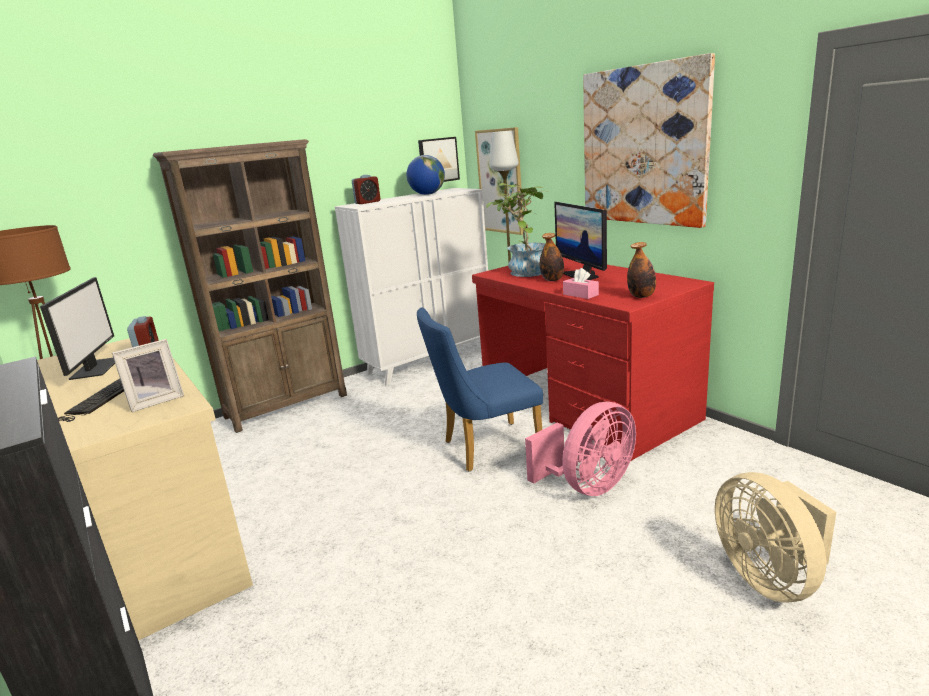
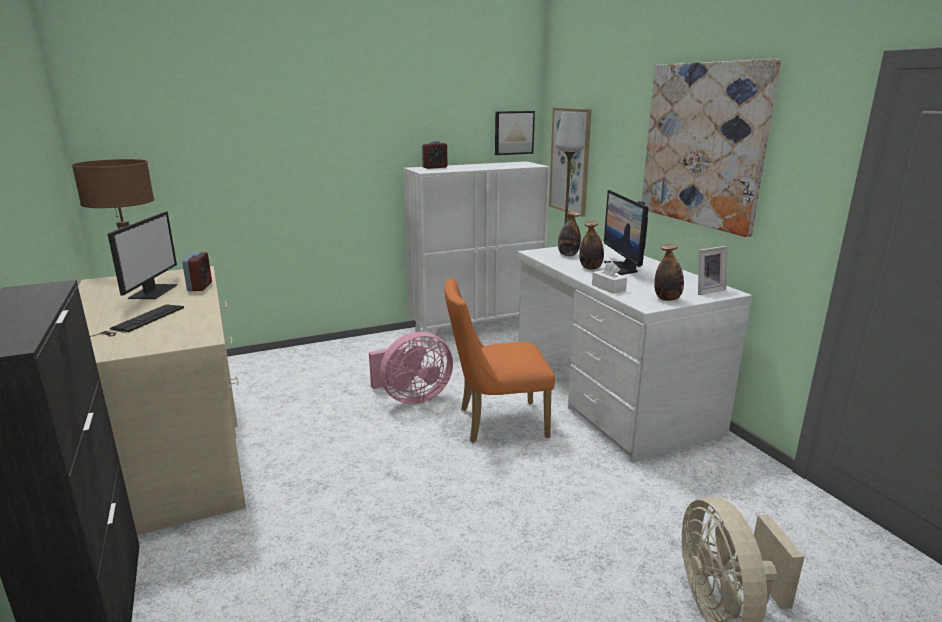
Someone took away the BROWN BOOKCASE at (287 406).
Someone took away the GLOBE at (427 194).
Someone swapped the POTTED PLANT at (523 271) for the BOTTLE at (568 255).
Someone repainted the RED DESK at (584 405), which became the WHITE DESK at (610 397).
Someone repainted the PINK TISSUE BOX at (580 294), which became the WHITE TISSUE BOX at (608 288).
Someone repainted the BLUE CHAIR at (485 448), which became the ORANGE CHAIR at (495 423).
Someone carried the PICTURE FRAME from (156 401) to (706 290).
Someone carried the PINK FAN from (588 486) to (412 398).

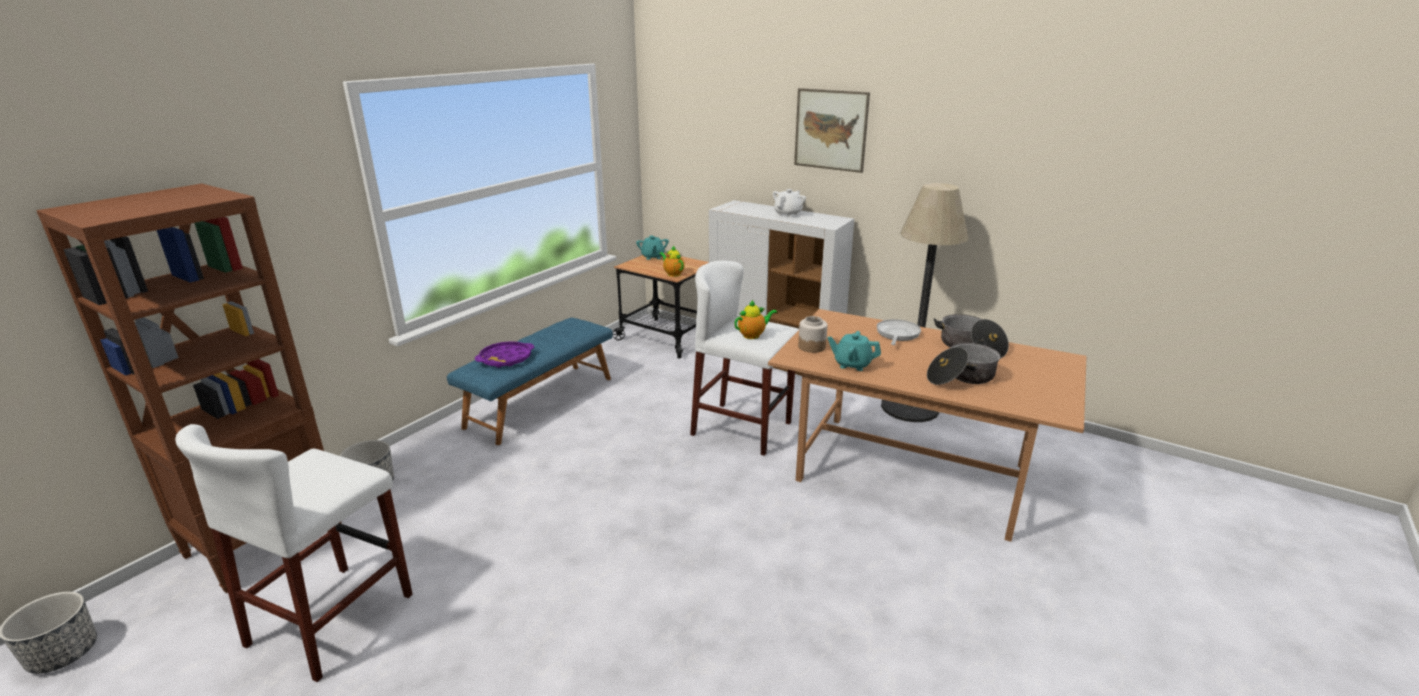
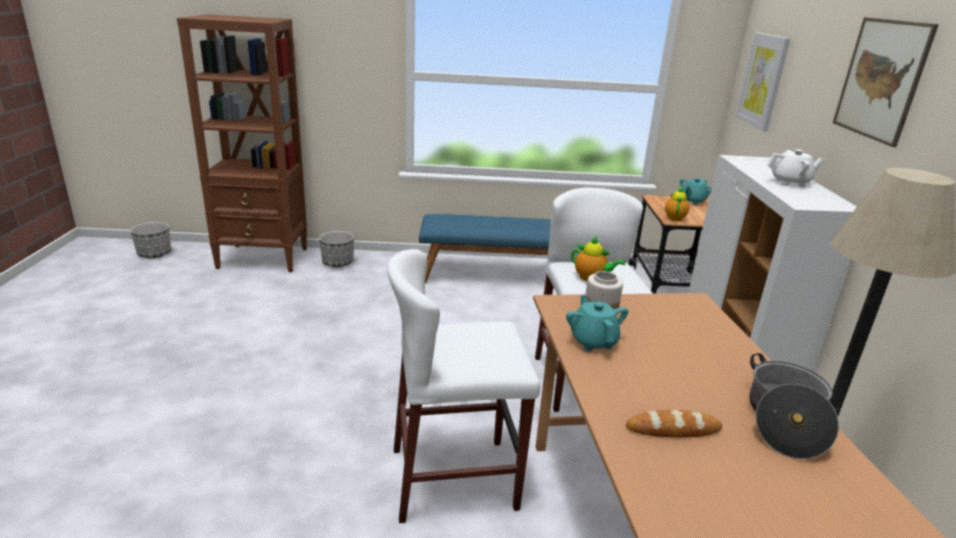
Someone took away the FRYING PAN at (897 334).
Someone swapped the COOKING POT at (961 377) for the BREAD at (673 429).
Someone took away the PURPLE TRAY at (506 358).
Someone carried the WHITE STOOL from (332 619) to (454 478).
Someone put up the PICTURE at (763 80).

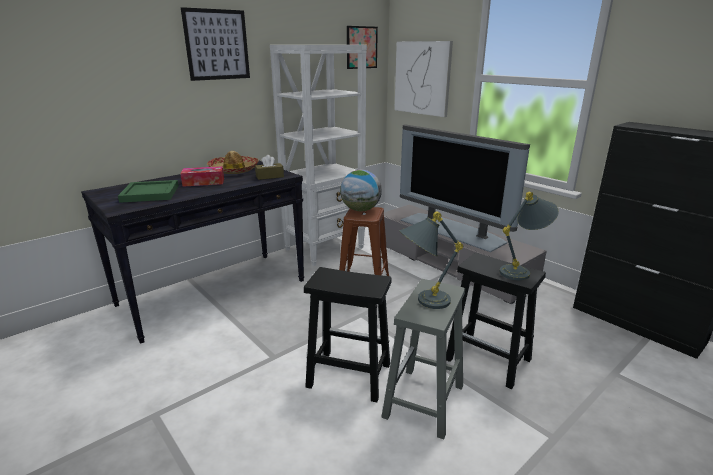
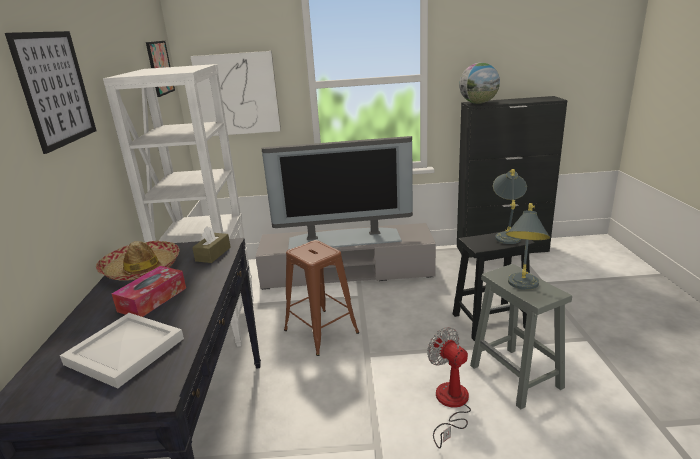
Someone carried the GLOBE from (360 210) to (478 103).
Someone repainted the GREEN TRAY at (149 194), which became the WHITE TRAY at (125 352).
Someone swapped the BLACK STOOL at (347 375) for the FAN at (450 404).

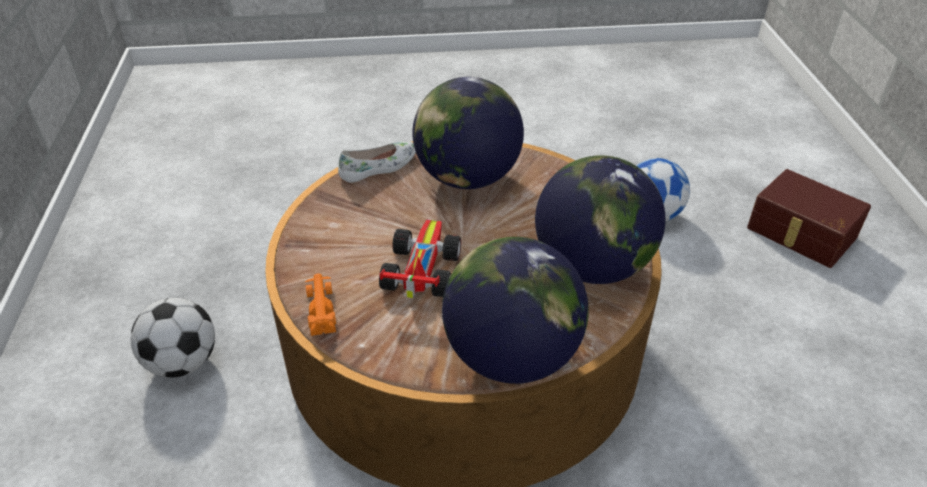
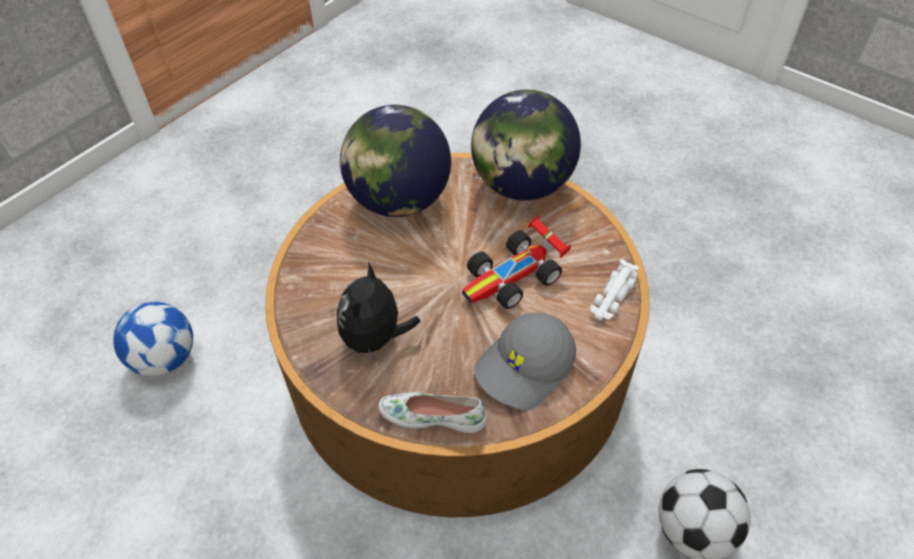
Someone swapped the GLOBE at (467 178) for the PLUSH TOY at (375 339).
Someone took away the BROWN STORAGE BOX at (800 233).
Someone repainted the ORANGE TOY CAR at (321 307), which became the WHITE TOY CAR at (612 297).
Someone put down the GREY CAP at (525 368).

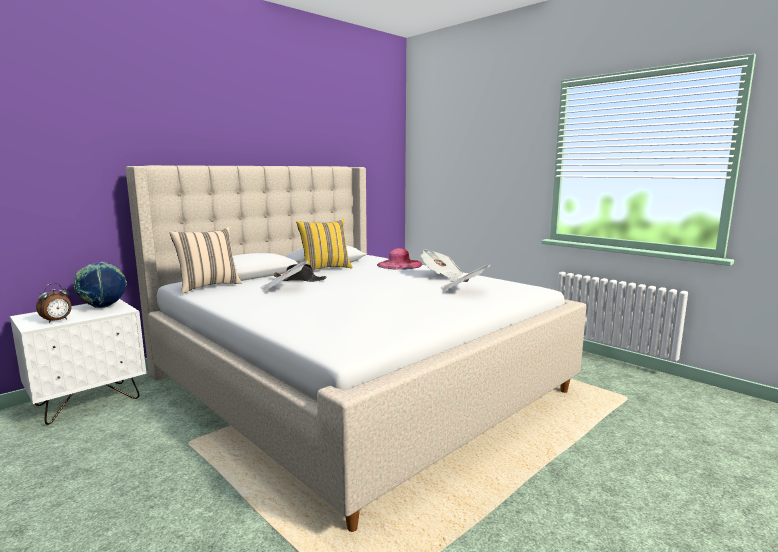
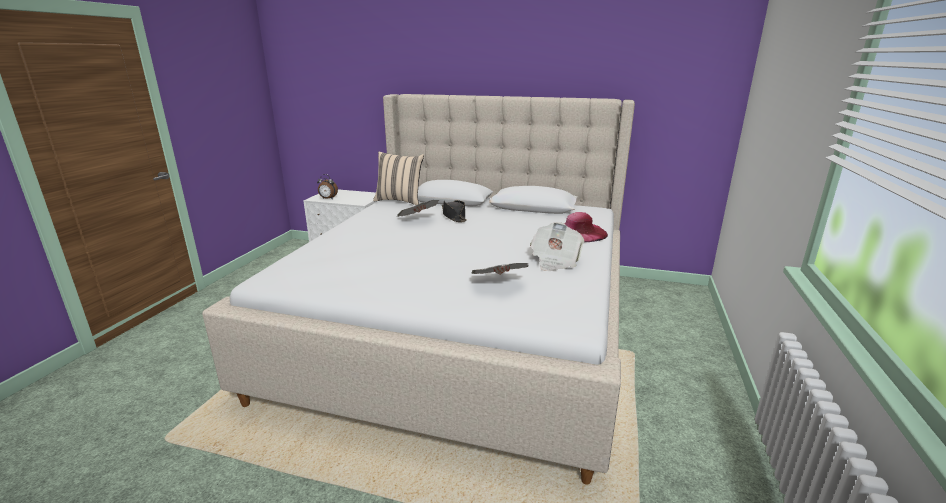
Someone took away the YELLOW PILLOW at (325 269).
Someone took away the GLOBE at (103 307).

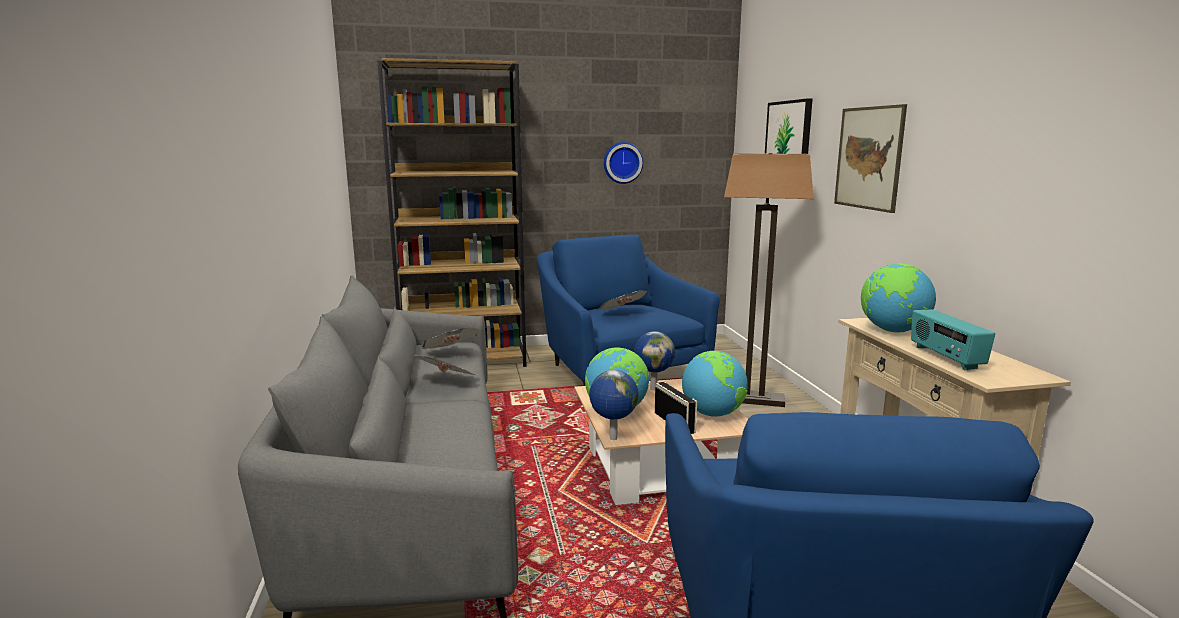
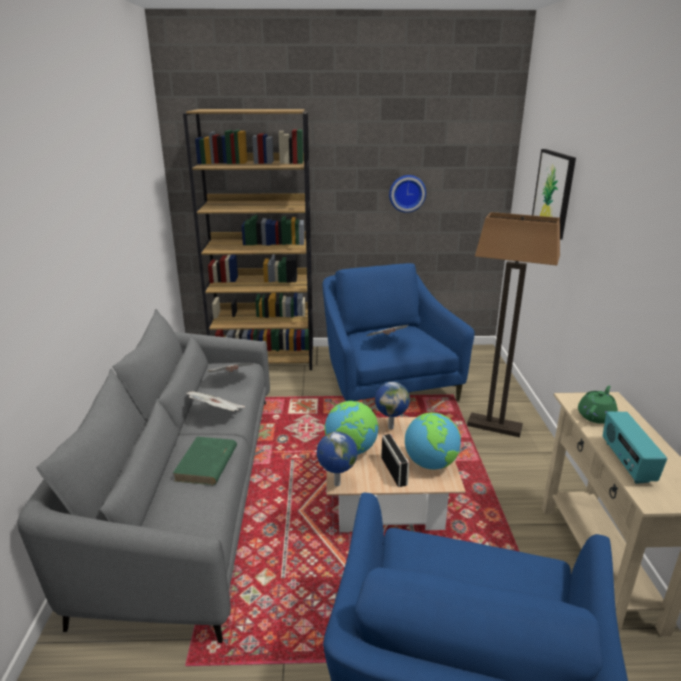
Someone took away the PICTURE at (868 158).
Someone swapped the GLOBE at (893 331) for the GREEN TEAPOT at (596 416).
Someone put down the GREEN BOOK at (206 464).

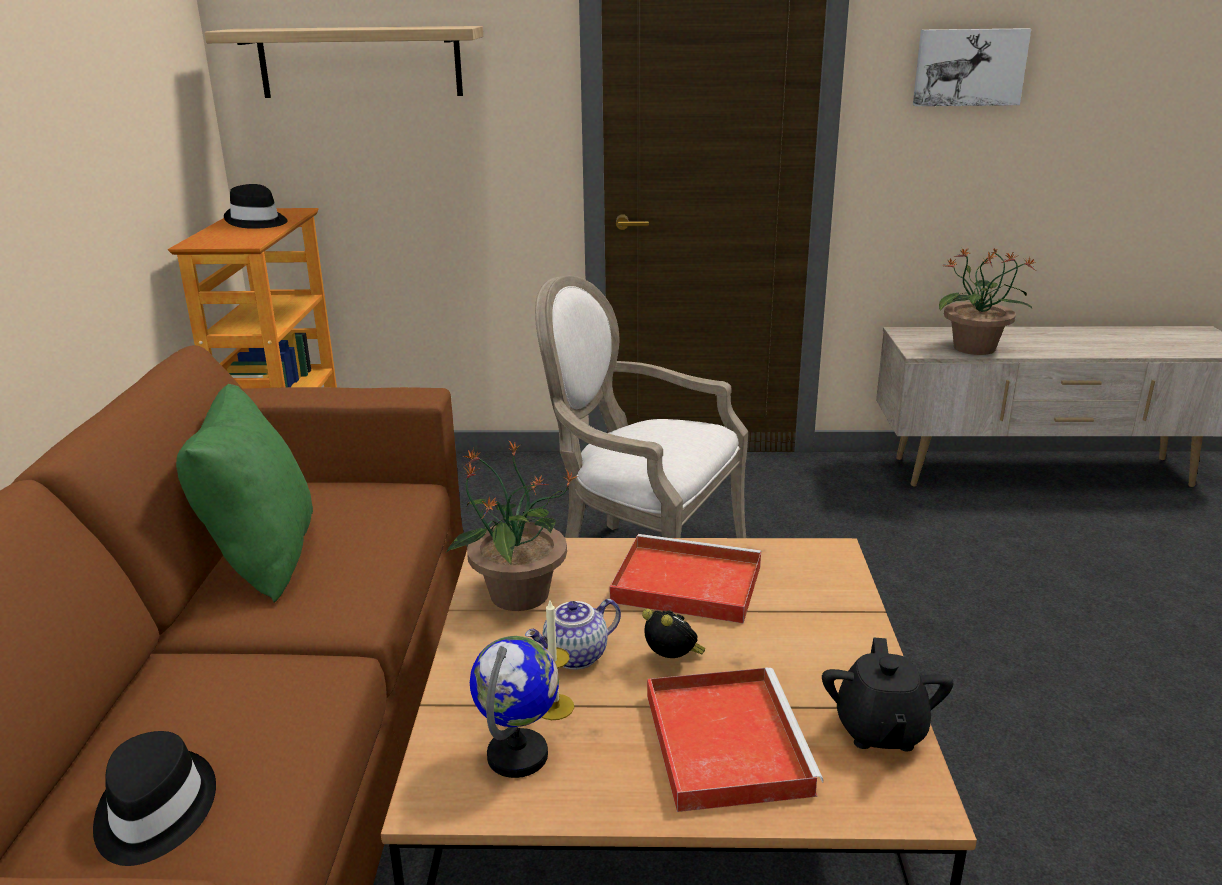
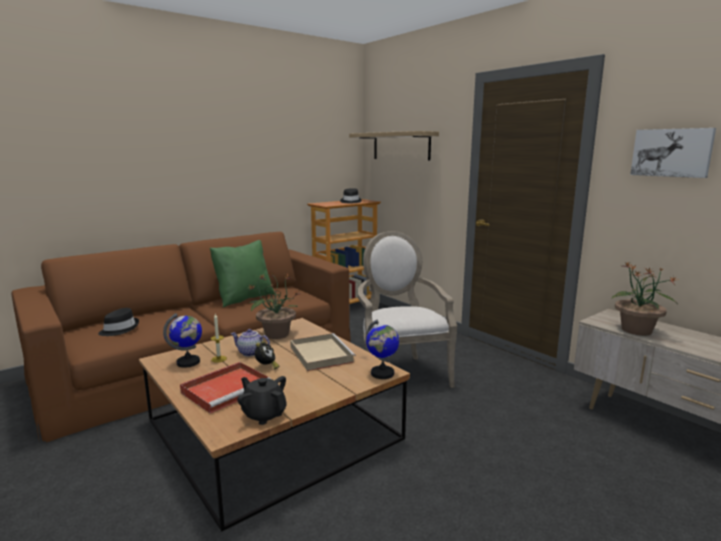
Someone repainted the RED TRAY at (683 584), which became the BEIGE TRAY at (320 354).
Someone rotated the BLACK TEAPOT at (880 730) by 75 degrees clockwise.
Someone put down the GLOBE at (382 374).

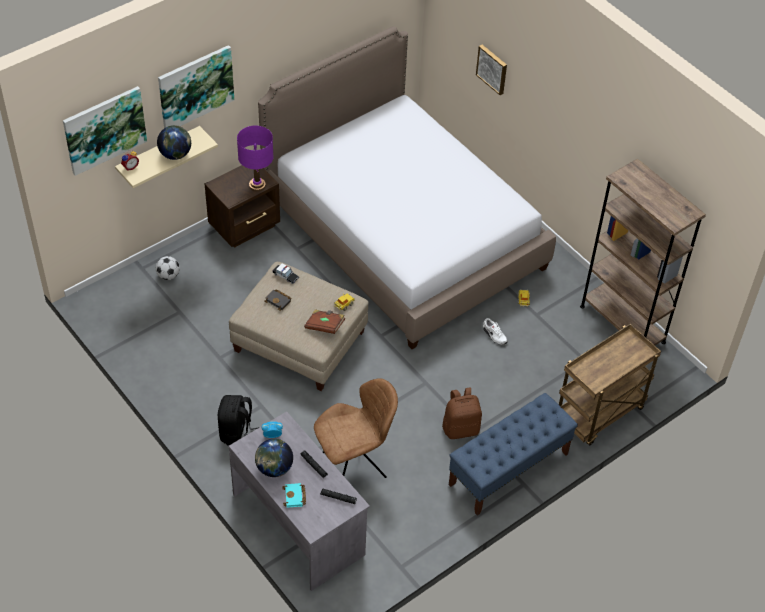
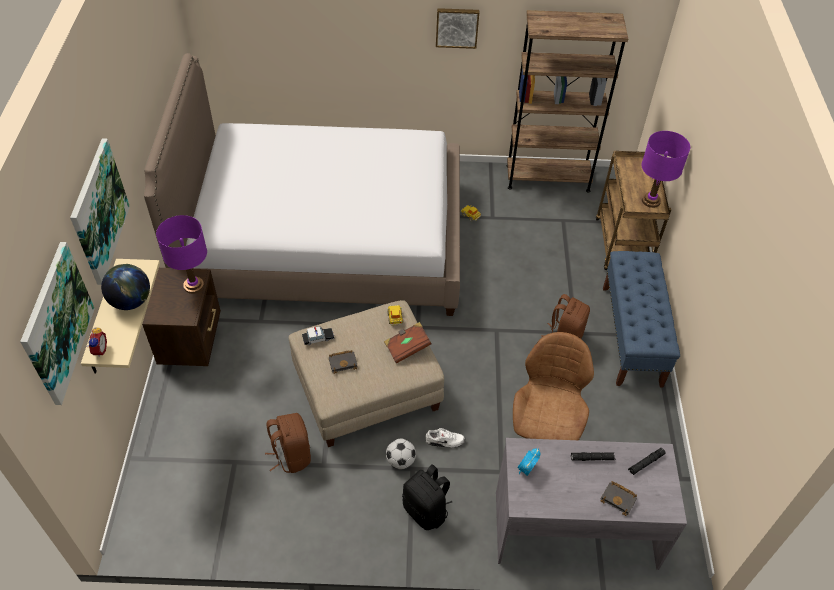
Someone carried the PICTURE from (492 69) to (457 27).
Someone carried the FOOTBALL from (168 275) to (400 461).
Someone carried the WHITE SHOE from (494 335) to (445 441).
Someone took away the GLOBE at (274 468).
Someone repainted the TURQUOISE BOOK at (295 497), which became the BLACK BOOK at (619 499).
Someone put down the PURPLE TABLE LAMP at (651 201).
Someone put down the BROWN BACKPACK at (291 455).

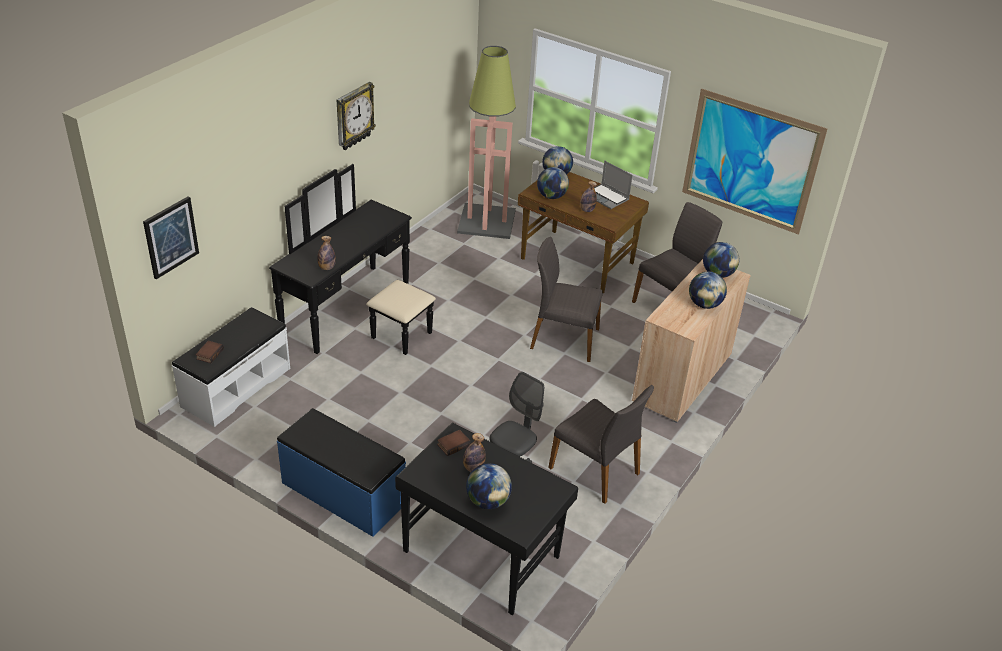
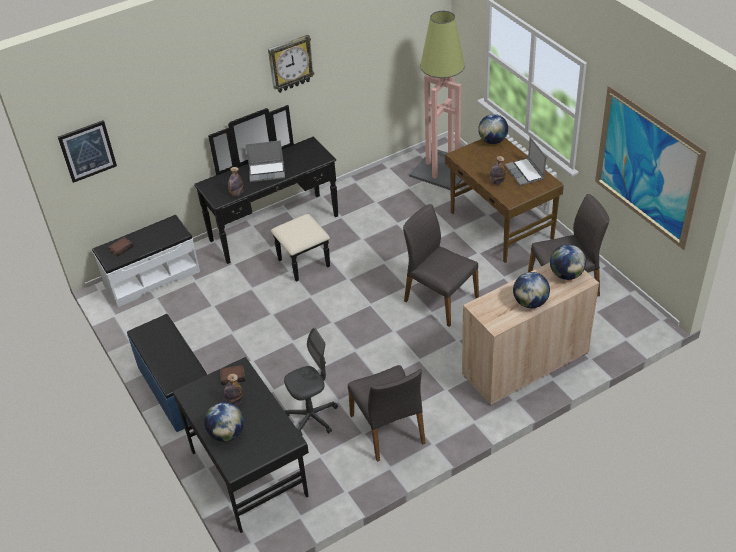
Someone took away the GLOBE at (551 196).
Someone put down the LAPTOP at (267 172).

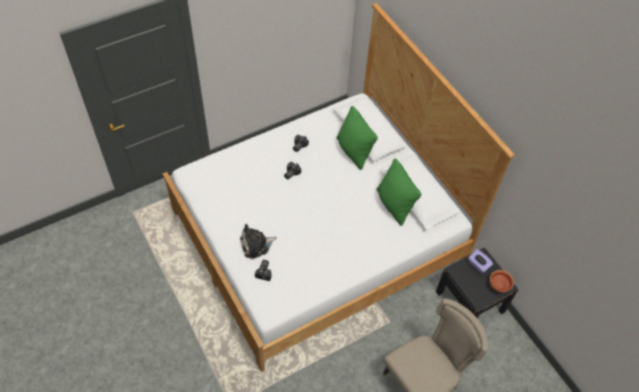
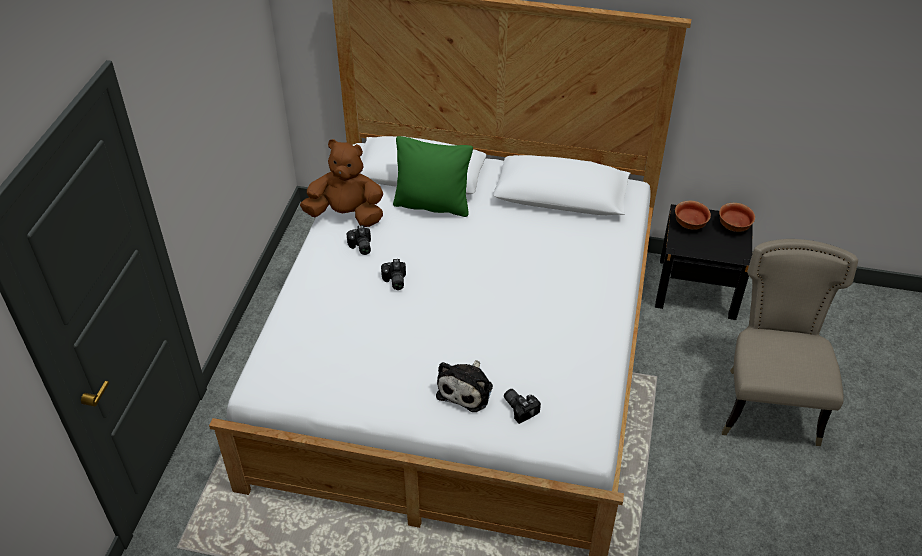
Someone took away the GREEN PILLOW at (394 205).
Someone swapped the PURPLE TISSUE BOX at (478 265) for the BOWL at (690 224).
Someone put down the BROWN PLUSH TOY at (346 215).

